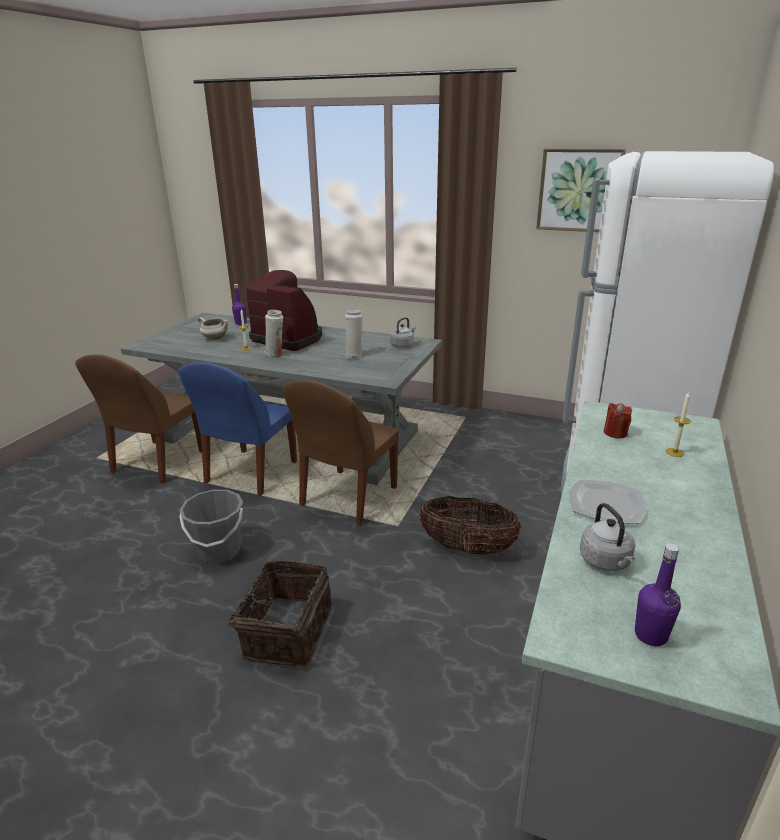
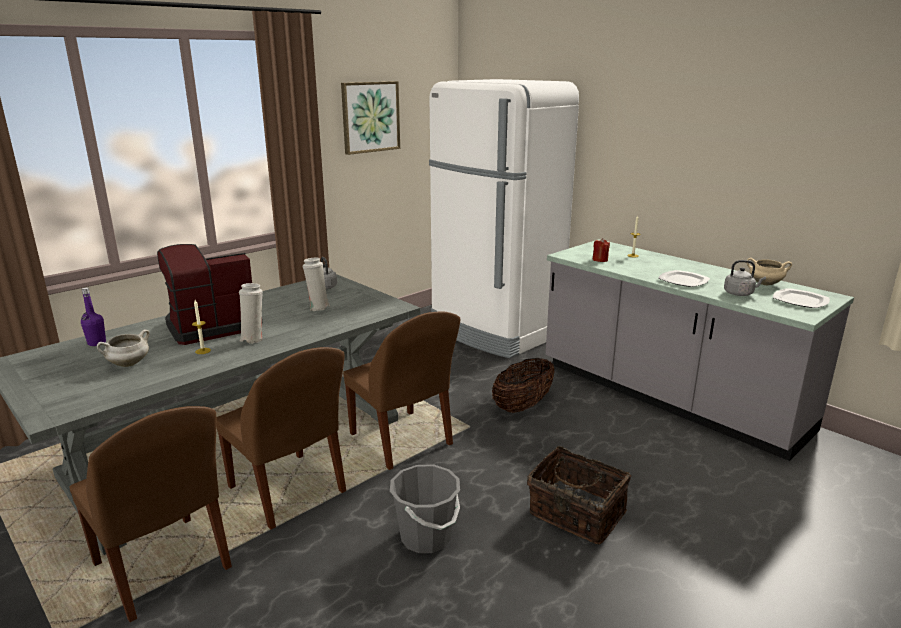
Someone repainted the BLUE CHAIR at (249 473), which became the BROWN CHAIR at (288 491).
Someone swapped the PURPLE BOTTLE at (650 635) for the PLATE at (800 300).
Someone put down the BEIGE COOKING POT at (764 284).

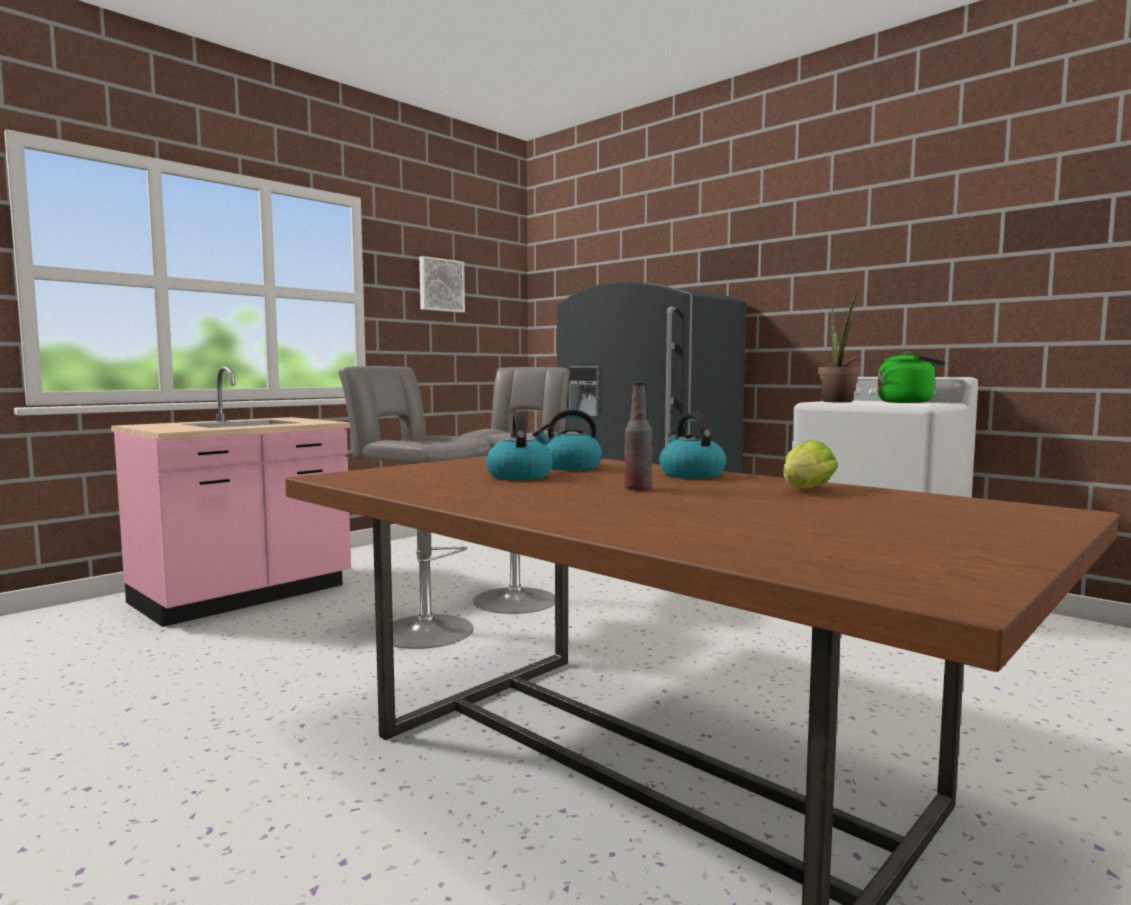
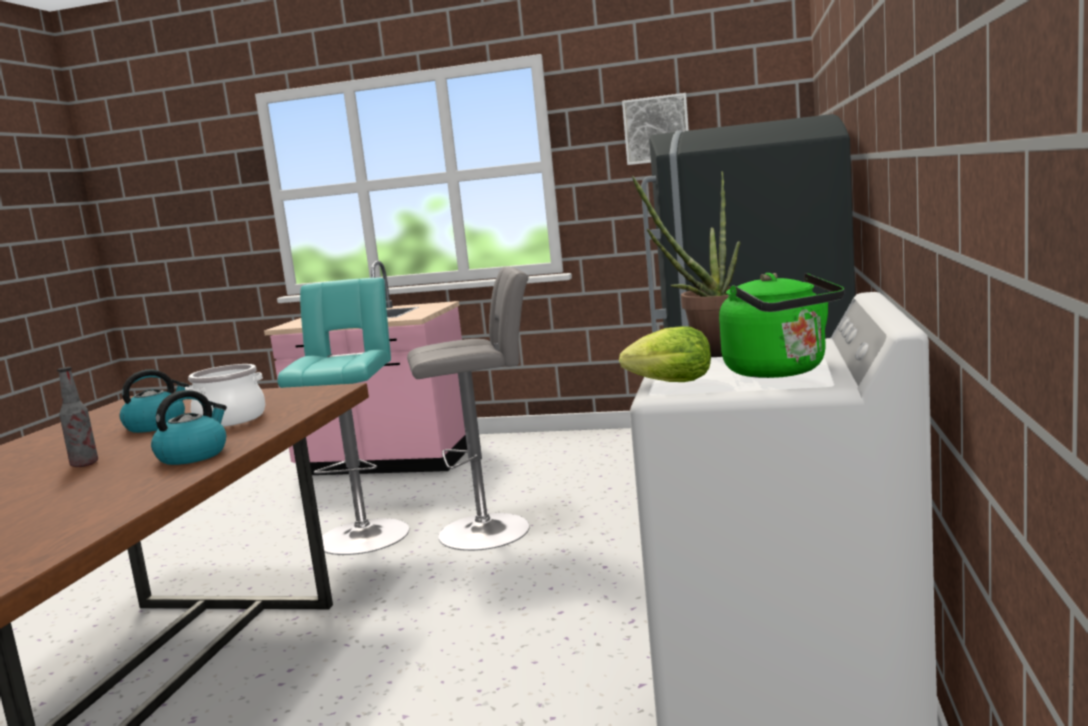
Someone repainted the GREY STOOL at (420 629), which became the TURQUOISE STOOL at (365 533).
Someone swapped the KETTLE at (570 467) for the COOKING POT at (231 419).
Someone carried the LETTUCE from (804 490) to (666 383).

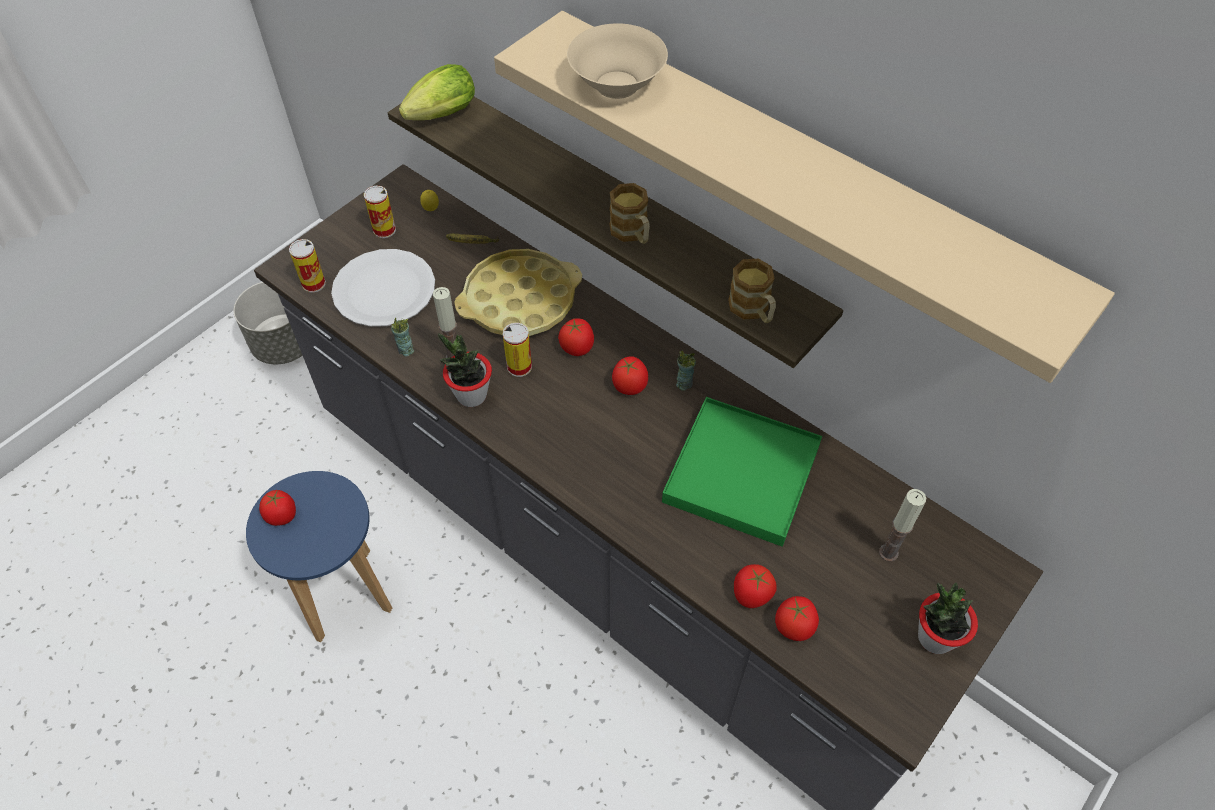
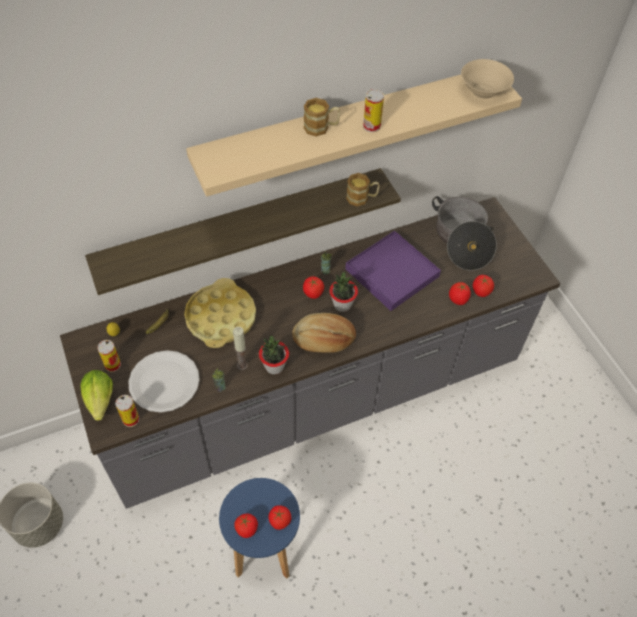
Someone carried the BEIGE BOWL from (616 84) to (482 91).
Someone carried the LETTUCE from (439 117) to (100 403).
Someone carried the MUG from (632 233) to (321 127).
Someone carried the TOMATO from (577 348) to (279 521).
Someone carried the CAN from (519 367) to (371 126).
Someone repainted the GREEN TRAY at (741 474), which became the PURPLE TRAY at (392 273).
Someone swapped the CANDLE at (888 552) for the COOKING POT at (461 241).
Someone carried the POTTED PLANT from (935 637) to (342 305).
Someone put down the BREAD at (323 340).

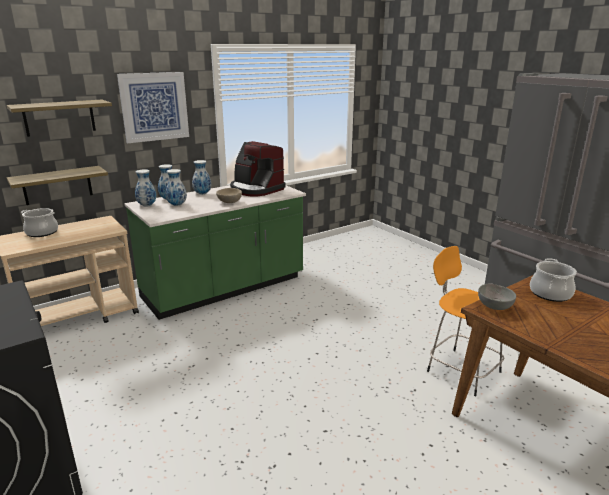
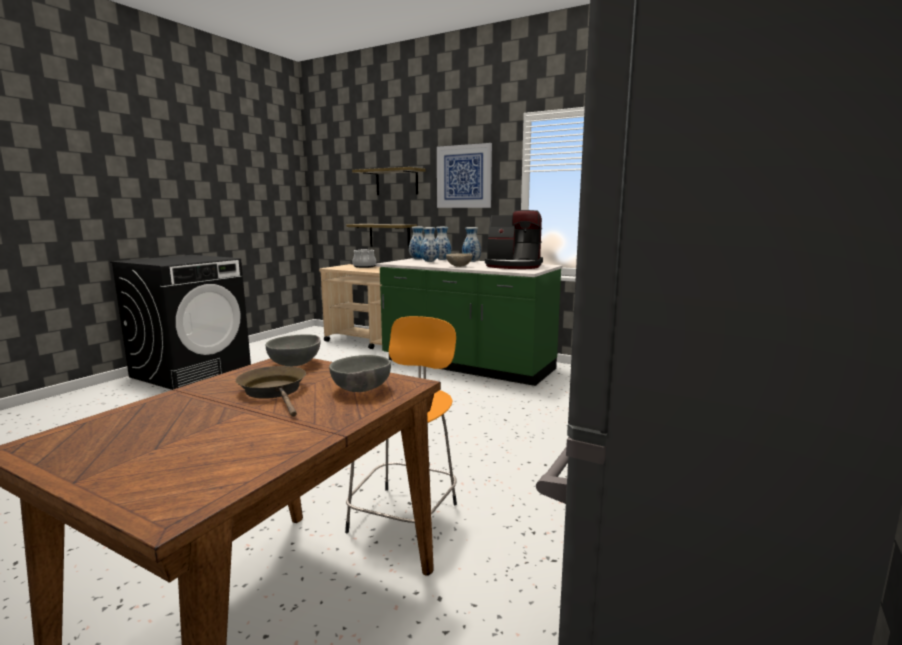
Someone rotated the COFFEE MACHINE at (256 189) by 90 degrees counterclockwise.
Someone swapped the COOKING POT at (550 294) for the GREY BOWL at (360 390).
Someone put down the BROWN FRYING PAN at (275 391).

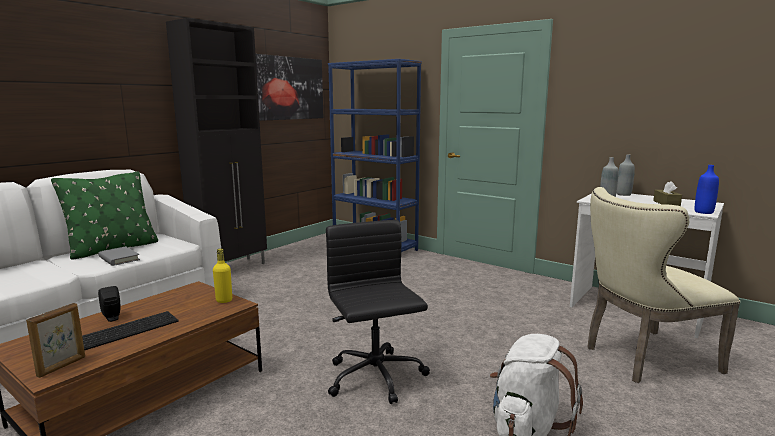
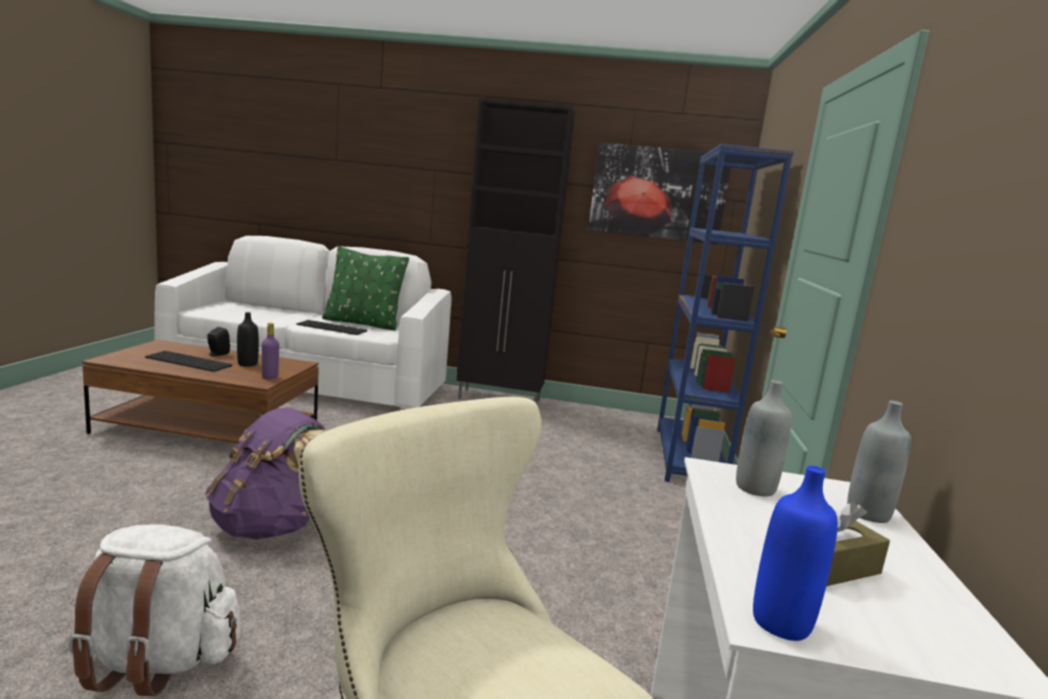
Someone swapped the BLACK OFFICE CHAIR at (376 378) for the PURPLE BACKPACK at (270 525).
Someone swapped the GREY BOOK at (119 258) for the KEYBOARD at (333 328).
Someone repainted the YELLOW BOTTLE at (224 300), which became the PURPLE BOTTLE at (270 377).
Someone took away the PICTURE FRAME at (62 366).
Someone put down the BLACK BOTTLE at (247 364).

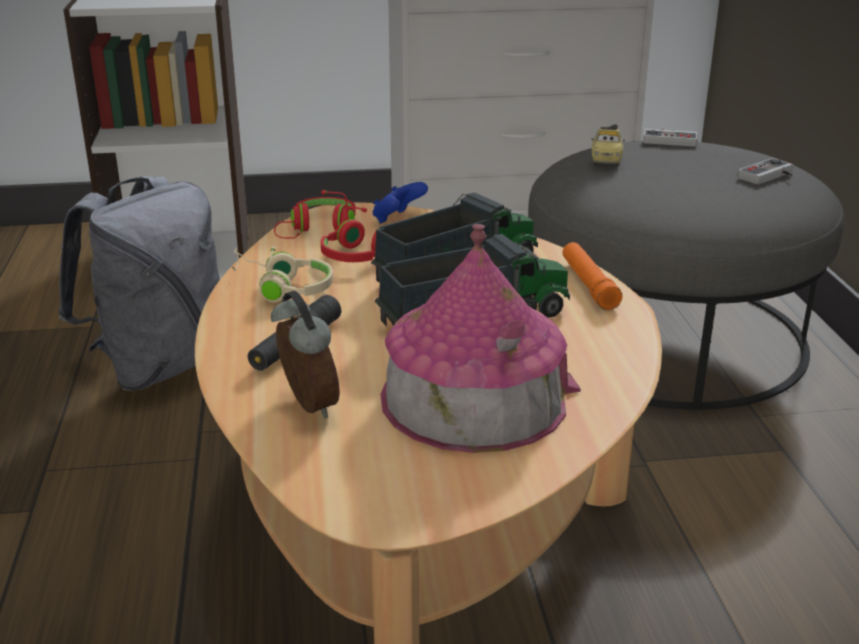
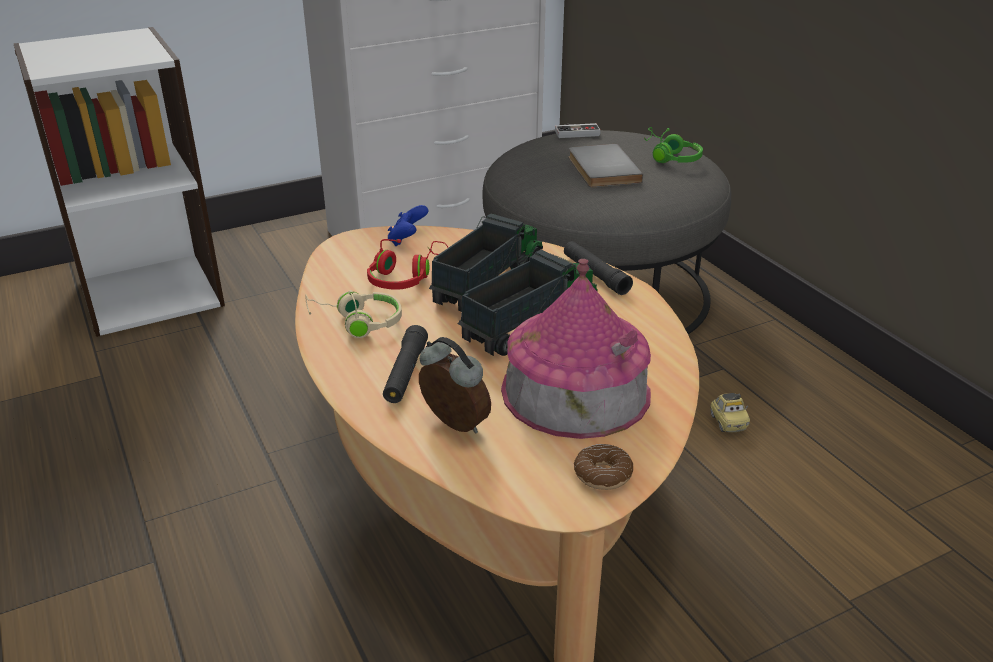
Someone carried the TOY CAR from (606 161) to (727 422).
Someone swapped the GAME CONTROLLER at (769 177) for the GREEN HEADPHONES at (670 157).
Someone took away the GREY BACKPACK at (159 366).
Someone took away the RED HEADPHONES at (318 229).
Someone repainted the ORANGE FLASHLIGHT at (588 285), which became the BLACK FLASHLIGHT at (595 275).
Someone put down the GREY BOOK at (600 169).
Someone put down the DONUT at (603 474).

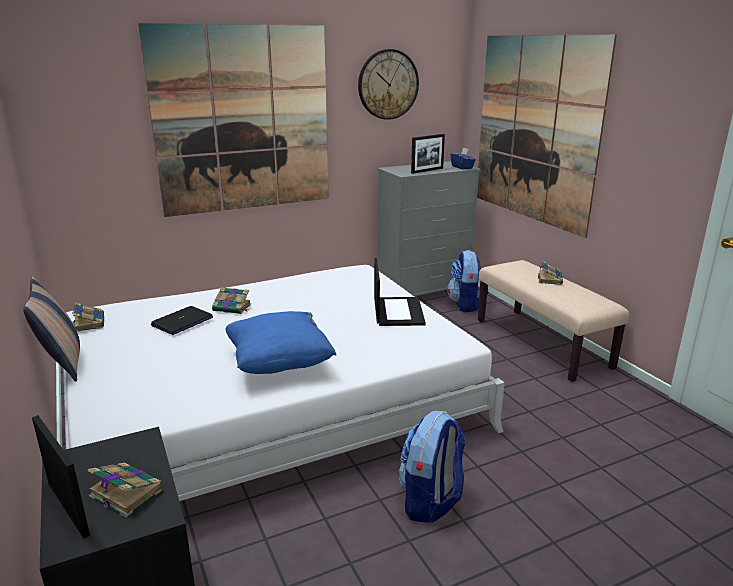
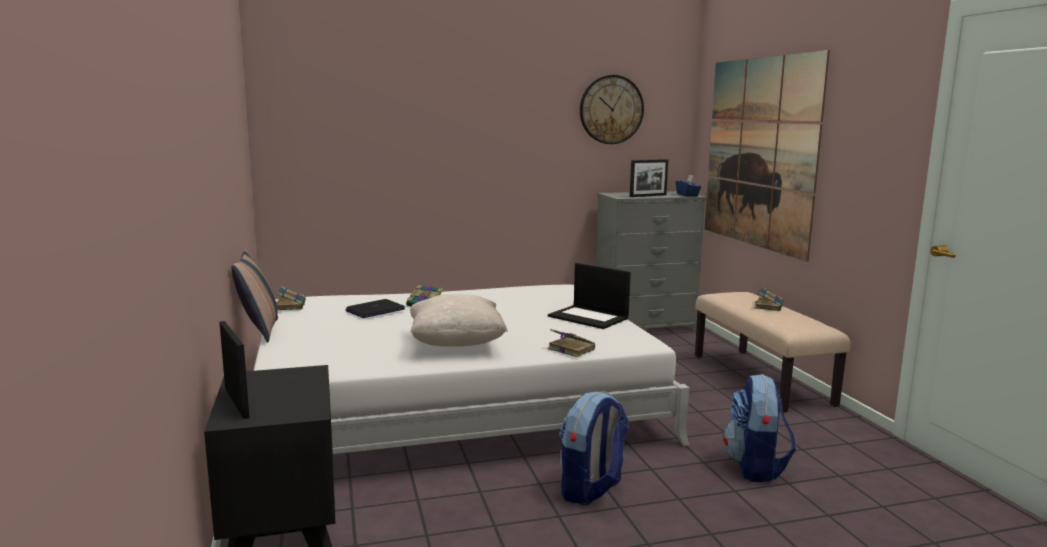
Someone took away the PICTURE at (243 120).
Someone carried the BACKPACK from (466 305) to (756 467).
Someone rotated the LAPTOP at (397 311) by 120 degrees clockwise.
Someone repainted the BLUE PILLOW at (279 364), which became the BEIGE PILLOW at (456 344).
Someone carried the BOOK from (125 492) to (570 349).

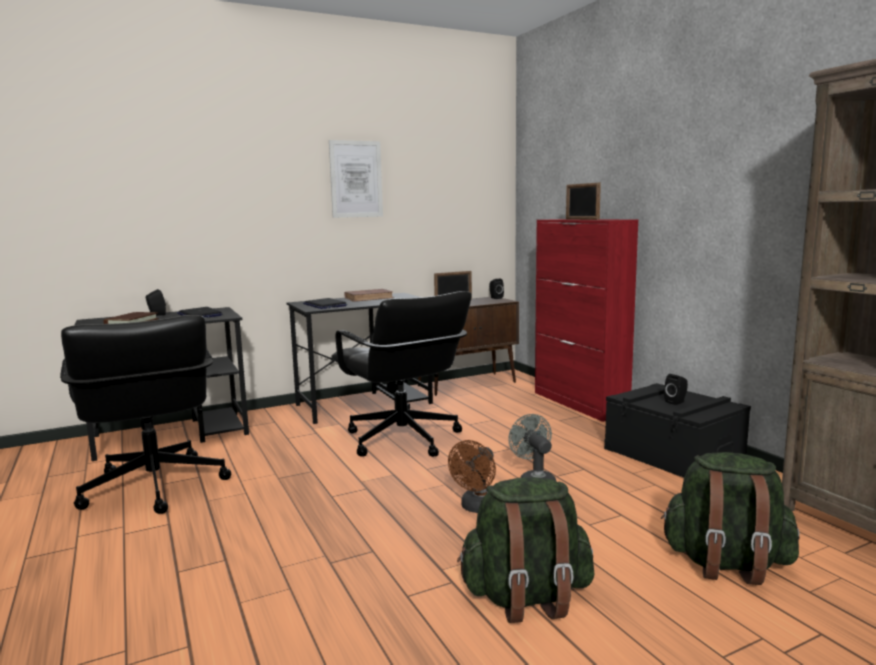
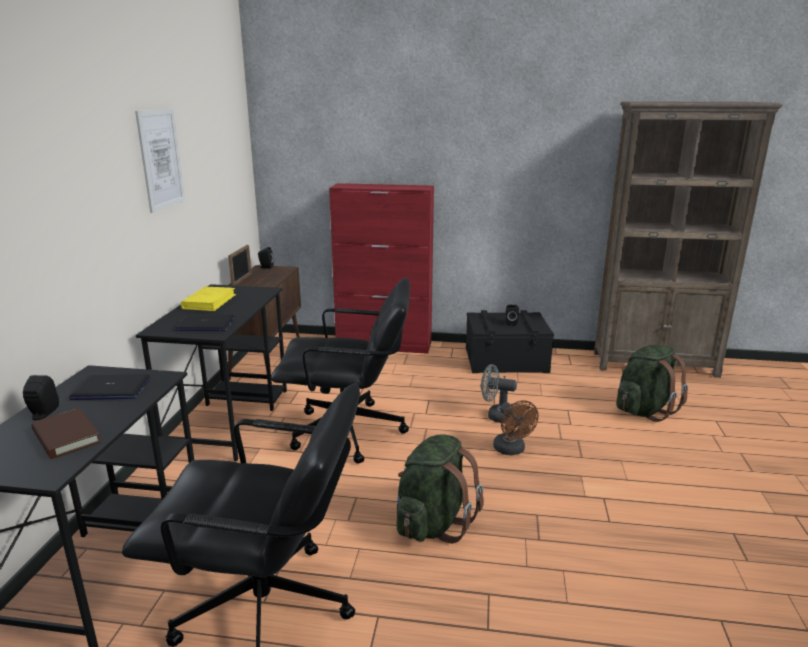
Someone took away the PICTURE FRAME at (581 219).
Someone repainted the BROWN BOOK at (369 298), which became the YELLOW BOOK at (209 301).
Someone carried the GREEN BACKPACK from (526 597) to (433 523).

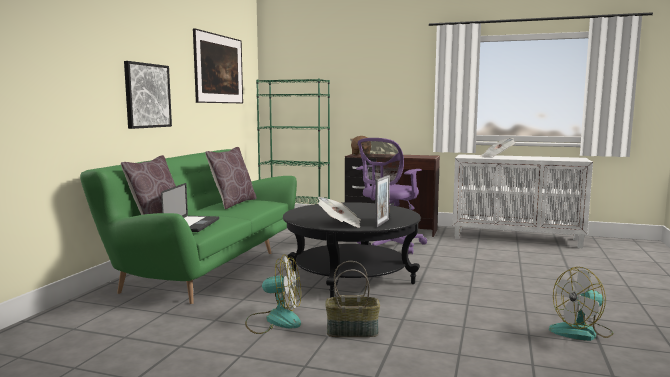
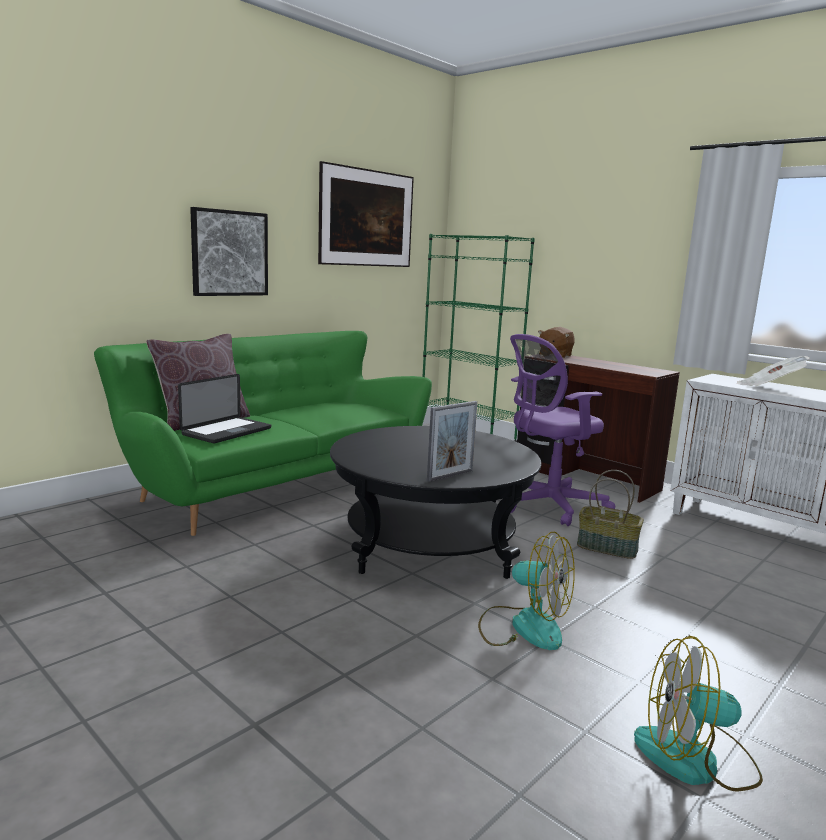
Someone took away the BROWN PILLOW at (233 203).
Someone took away the NEWSPAPER at (340 224).
Someone carried the FAN from (274 320) to (523 626).
Someone carried the BASKET from (352 331) to (607 547).

